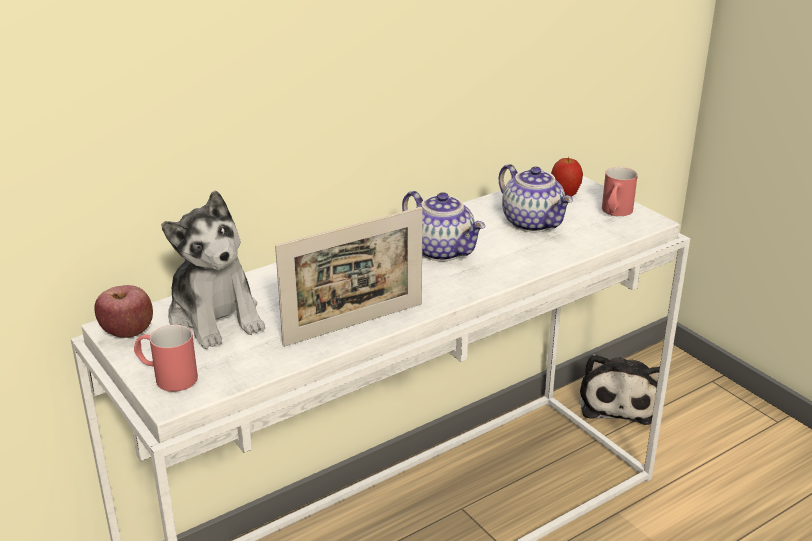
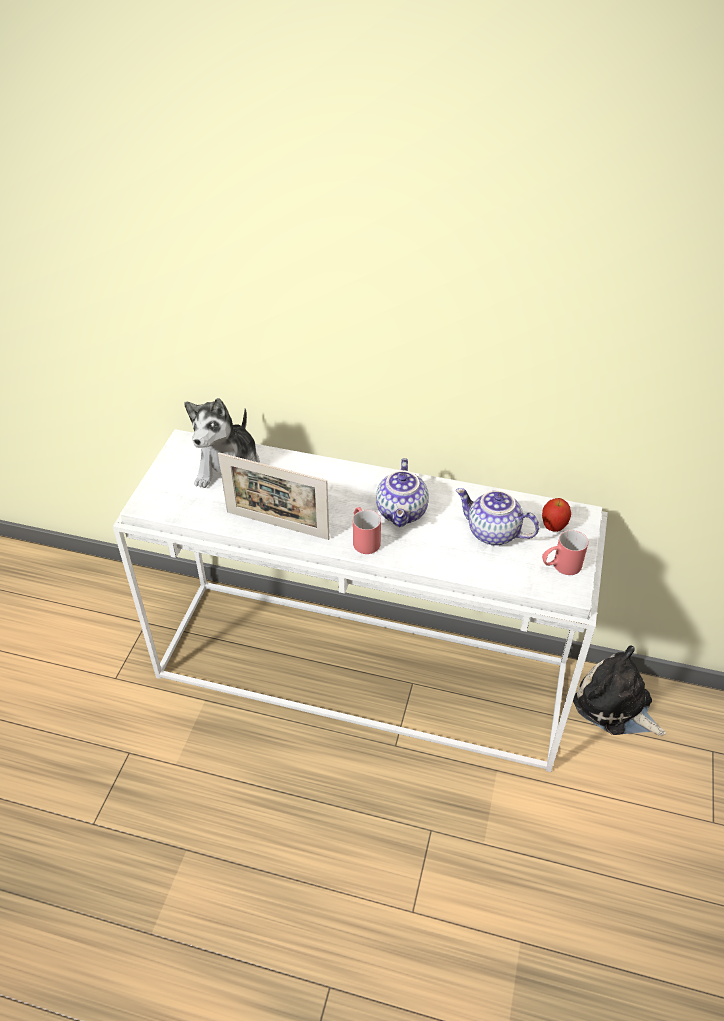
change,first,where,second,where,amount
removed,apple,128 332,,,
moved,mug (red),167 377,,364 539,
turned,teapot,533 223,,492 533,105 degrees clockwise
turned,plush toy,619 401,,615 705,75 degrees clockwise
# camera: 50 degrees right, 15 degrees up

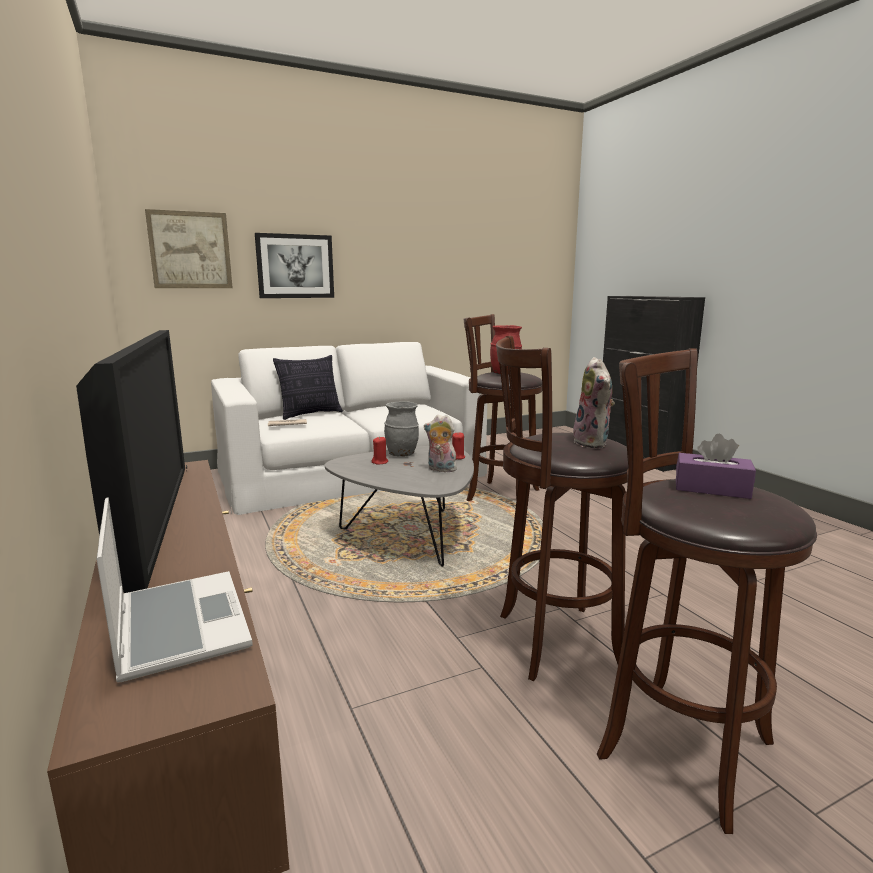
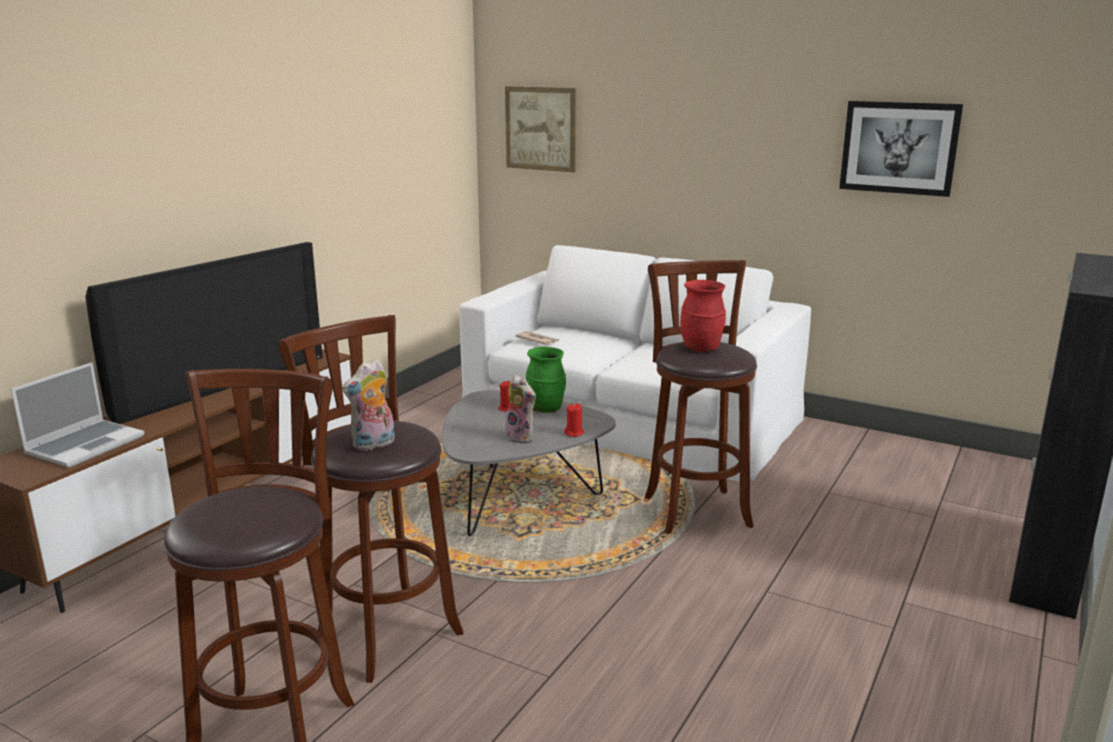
change,first,where,second,where,amount
removed,pillow,310 414,,,
removed,tissue box (purple),711 488,,,
moved,picture,295 266,,899 147,
recoloured,vase (grey),402 454,vase (green),546 409,
turned,plush toy,440 469,,522 437,150 degrees clockwise
# camera: 55 degrees right, 5 degrees up

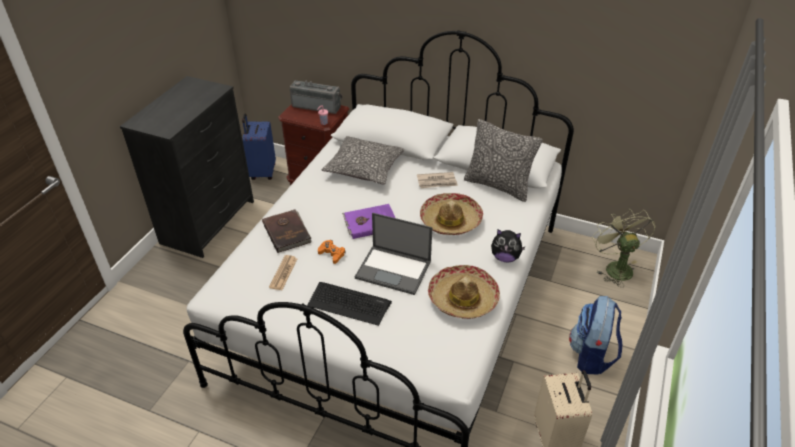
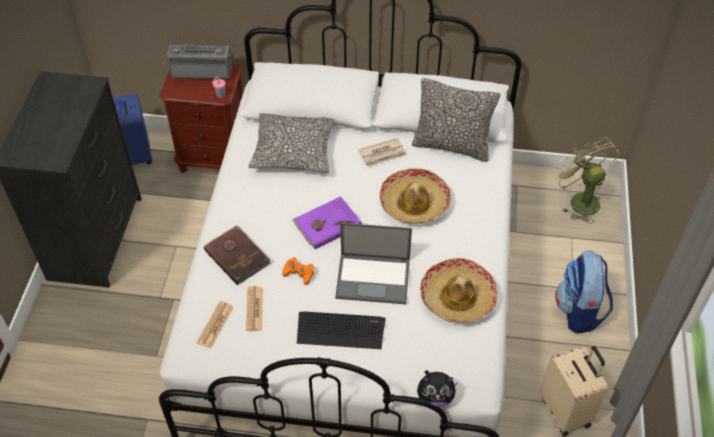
change,first,where,second,where,amount
added,,,newspaper,215 325,
moved,plush toy,505 257,,435 397,
# camera: 15 degrees left, 10 degrees up

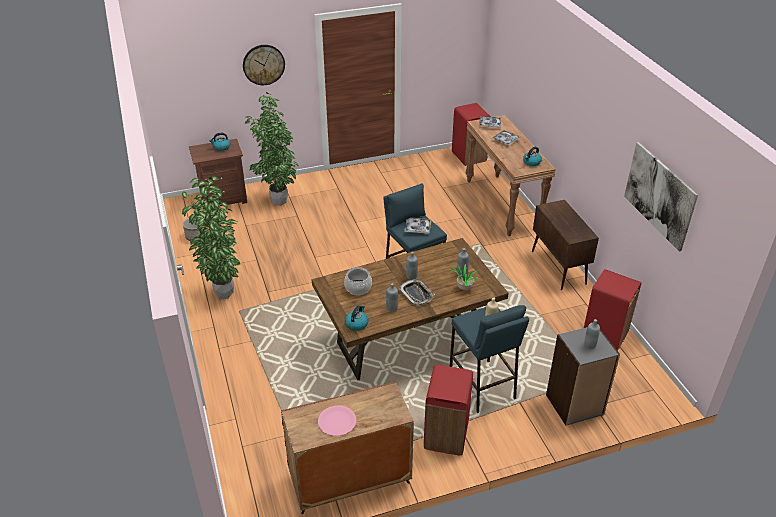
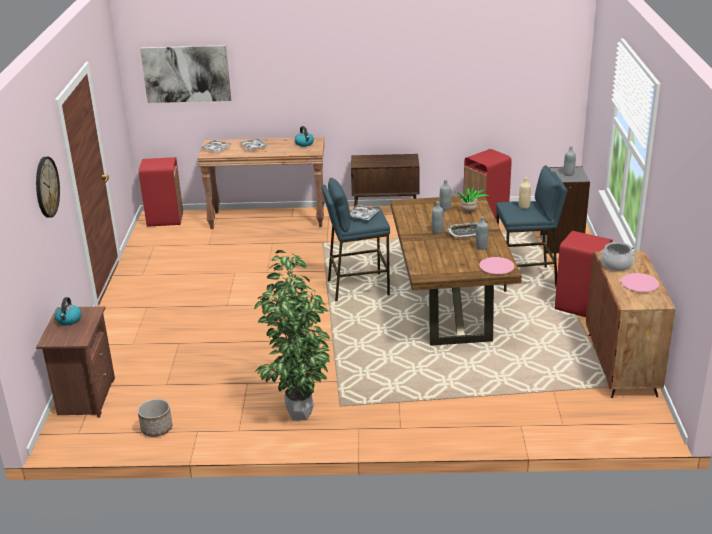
change,first,where,second,where,amount
removed,potted plant,277 202,,,
moved,cooking pot,358 287,,616 265,
moved,picture,659 195,,186 74,
replaced,kettle,357 324,plate (pink),496 267,
# camera: 70 degrees left, 10 degrees down

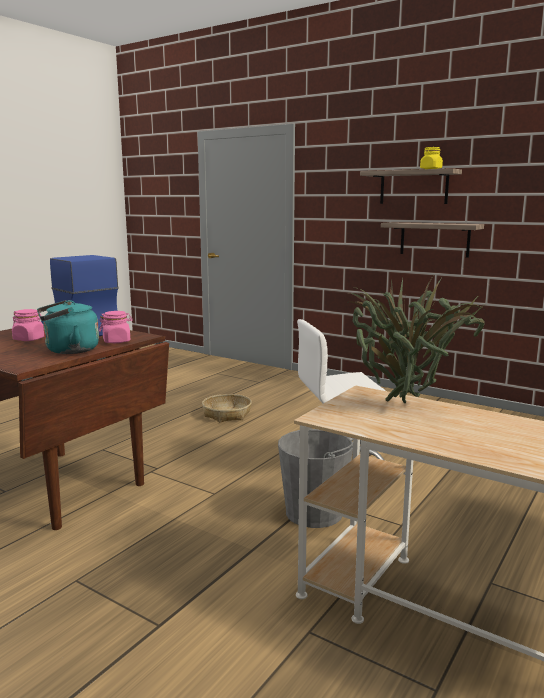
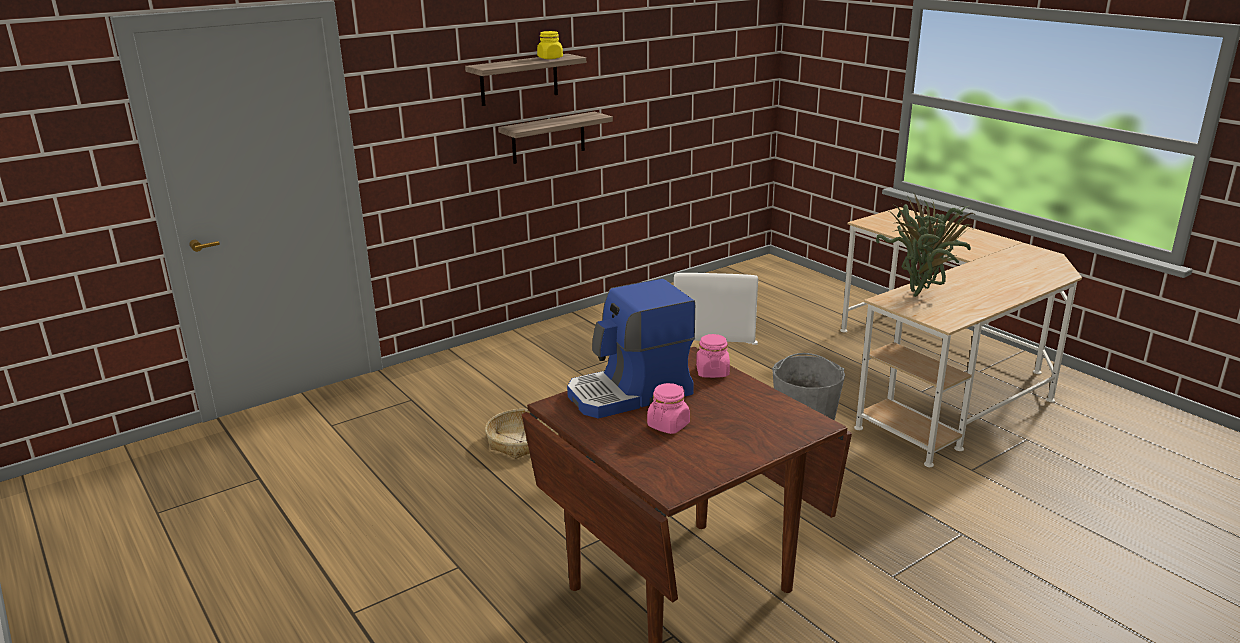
change,first,where,second,where,amount
removed,kettle (turquoise),69 350,,,
# camera: 70 degrees left, 10 degrees up

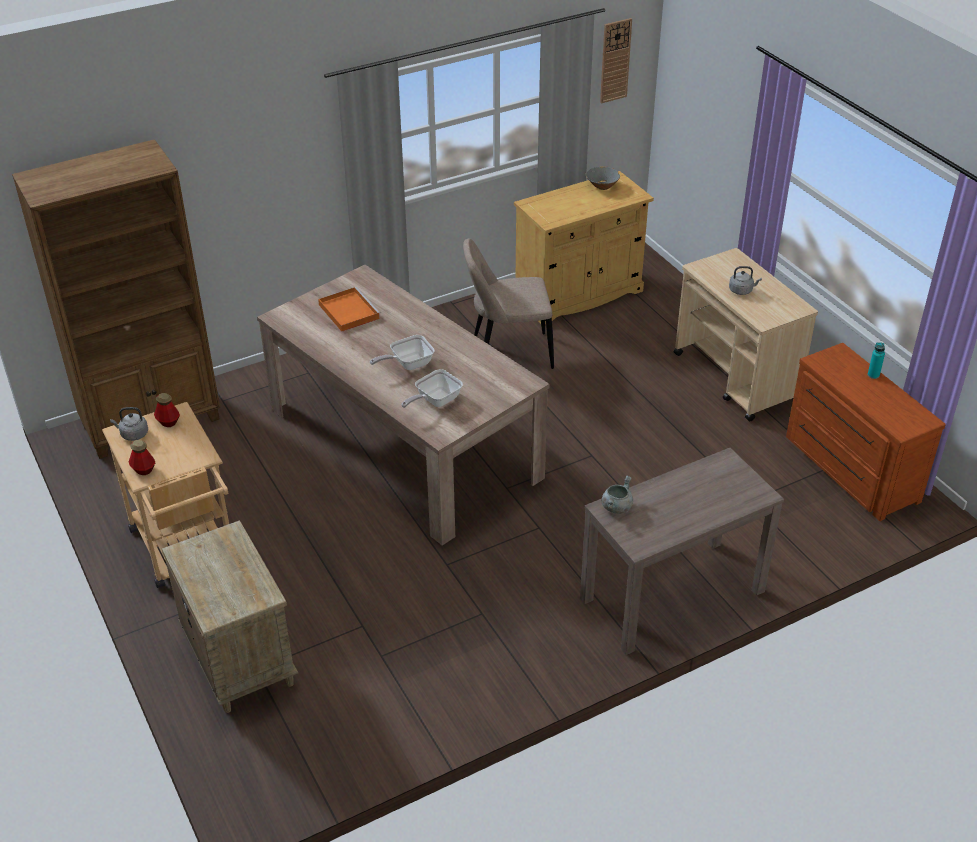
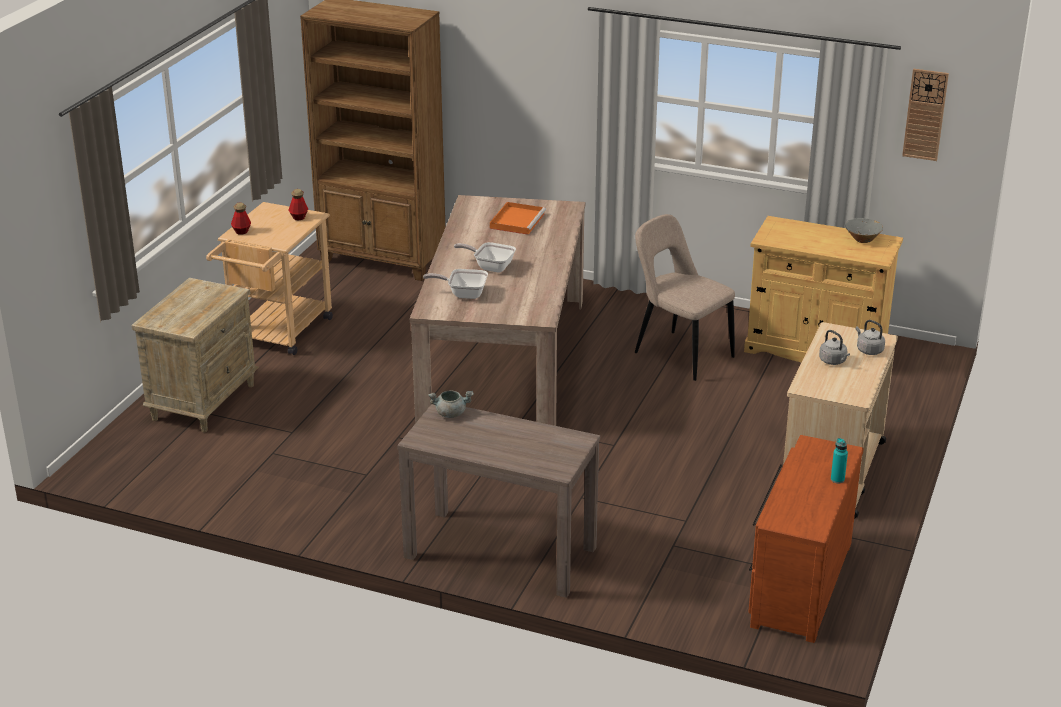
change,first,where,second,where,amount
moved,kettle (grey),133 434,,868 350,
# camera: 50 degrees right, 10 degrees down

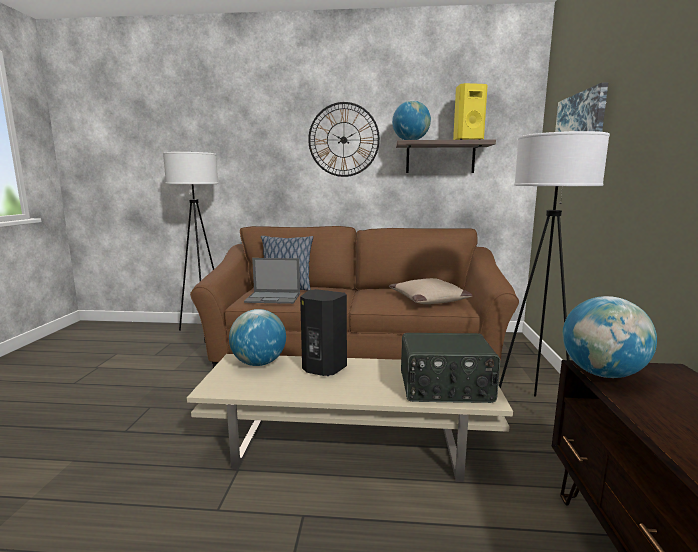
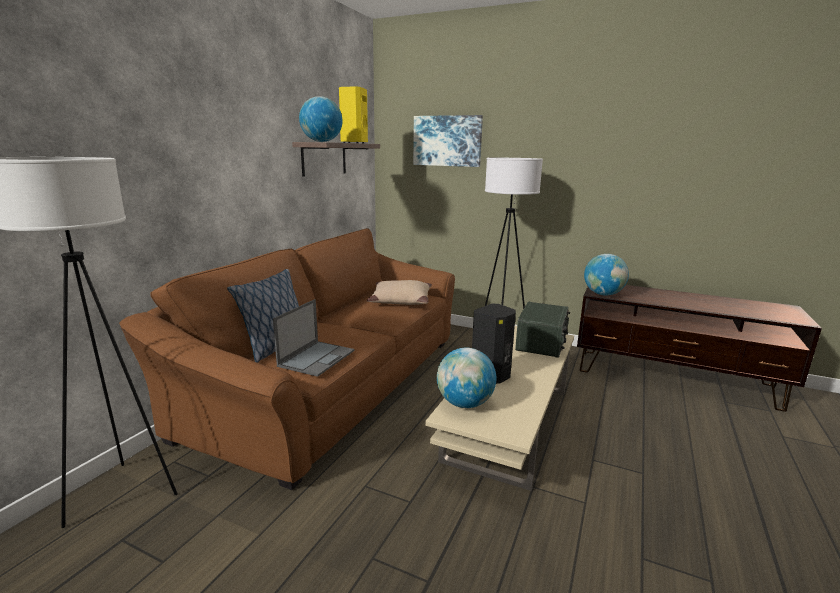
change,first,where,second,where,amount
removed,wall clock,343 140,,,
# camera: 70 degrees left, 5 degrees up

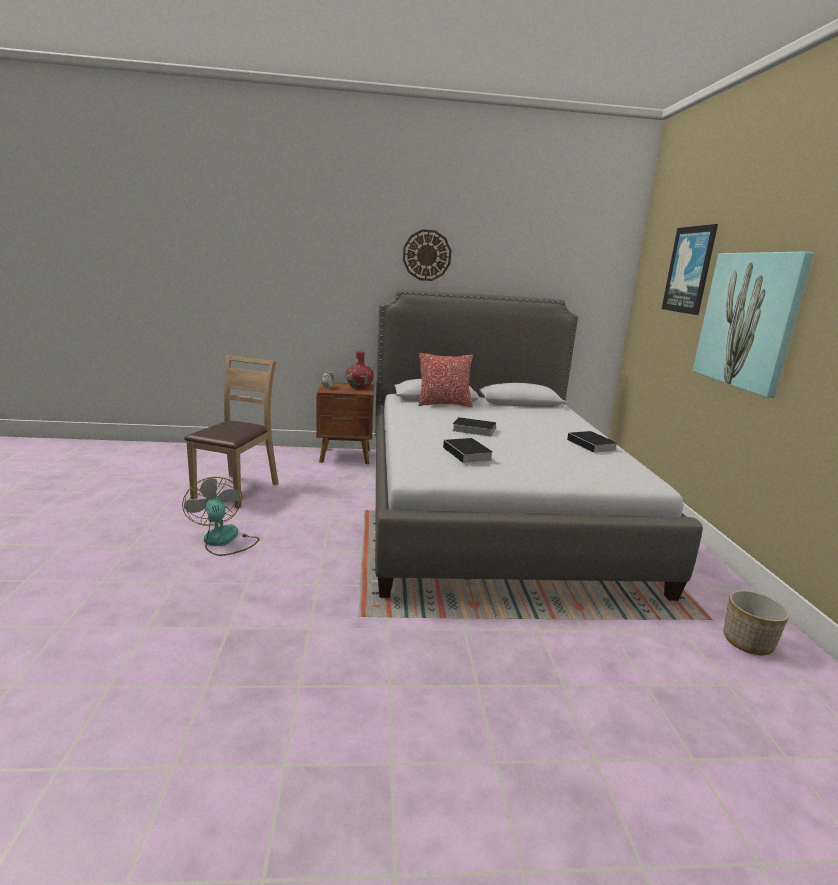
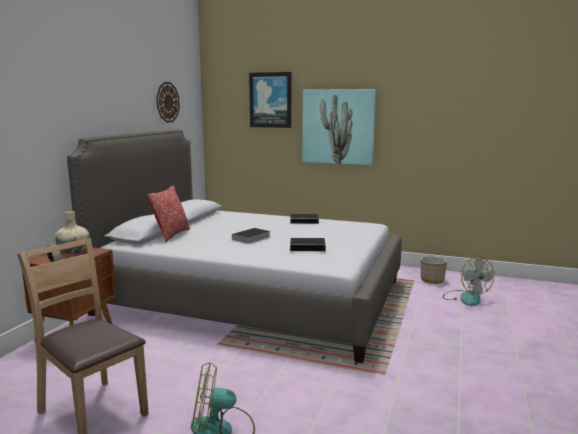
change,first,where,second,where,amount
added,,,fan,465 298,
moved,wall clock,427 255,,167 102,
recoloured,vase (red),359 387,vase (beige),73 250,
# camera: 65 degrees left, 5 degrees down

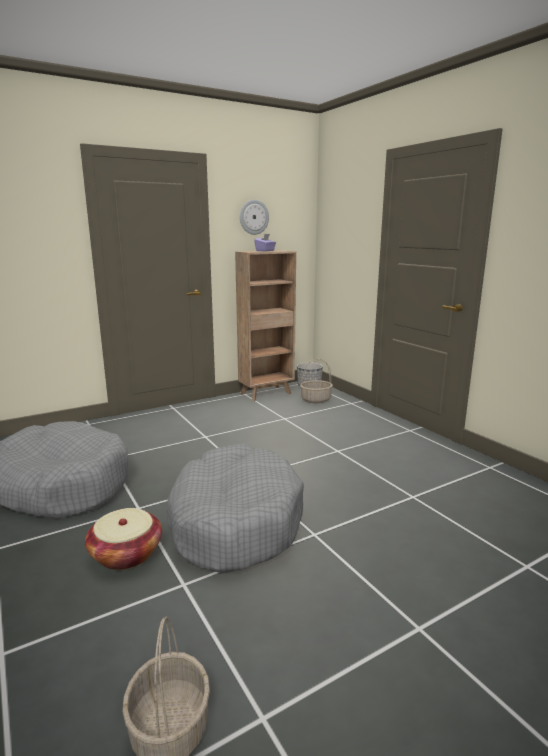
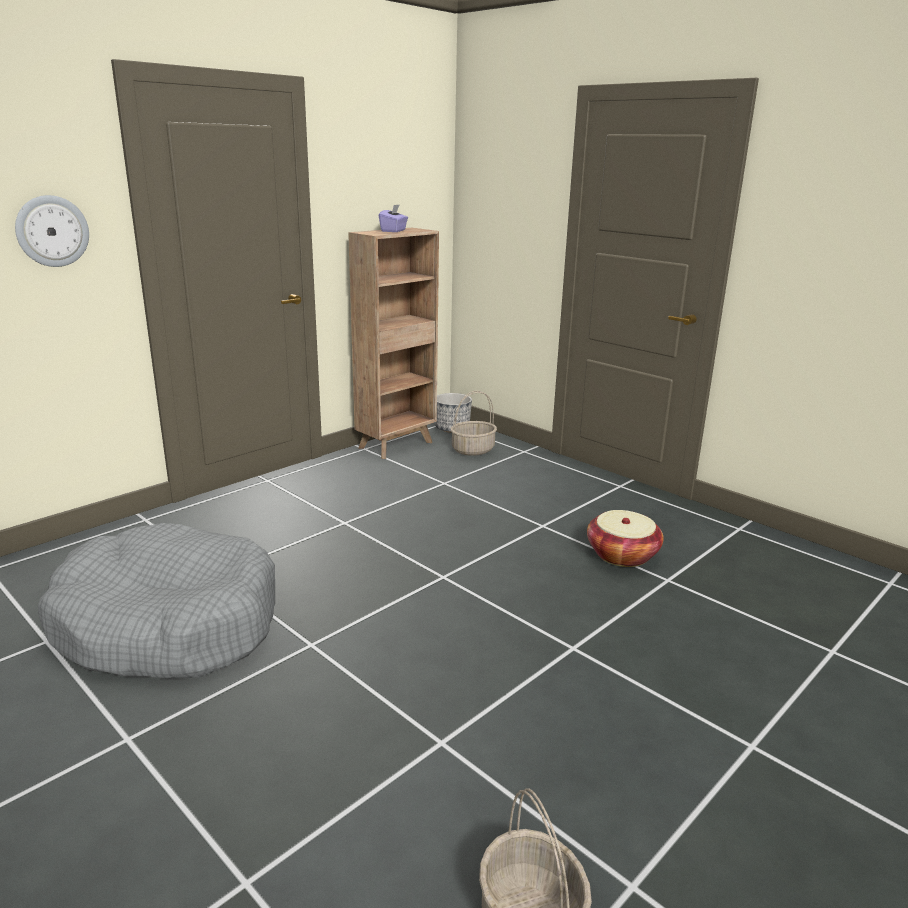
change,first,where,second,where,amount
removed,dog bed (grey),234 521,,,
moved,basket,126 554,,622 555,
moved,wall clock,253 217,,52 231,
# camera: 15 degrees left, 5 degrees up

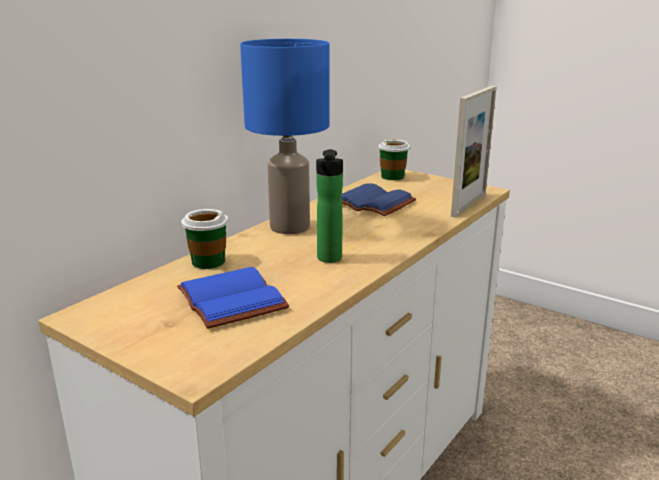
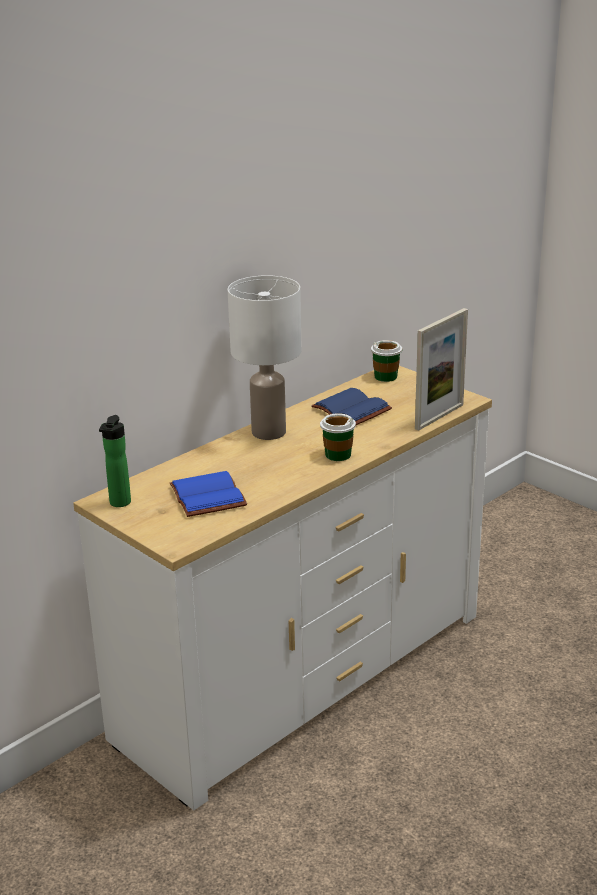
change,first,where,second,where,amount
moved,cup,208 262,,338 455,
moved,bottle,329 259,,119 504,
recoloured,table lamp (blue),291 226,table lamp (white),270 432,
# camera: 10 degrees right, 5 degrees up

